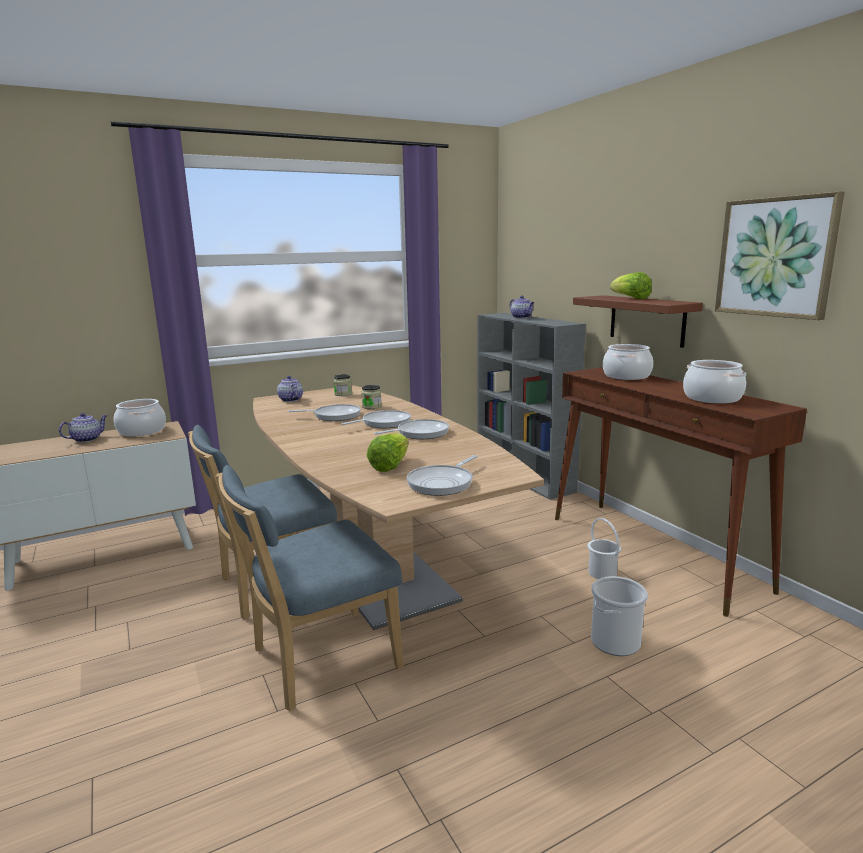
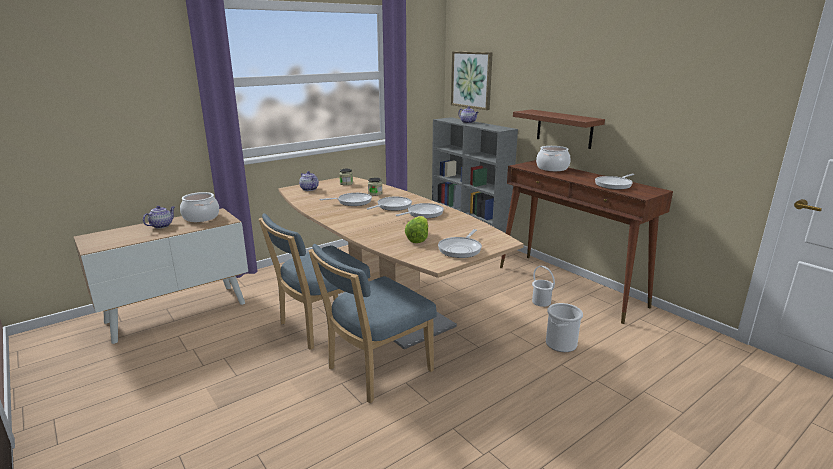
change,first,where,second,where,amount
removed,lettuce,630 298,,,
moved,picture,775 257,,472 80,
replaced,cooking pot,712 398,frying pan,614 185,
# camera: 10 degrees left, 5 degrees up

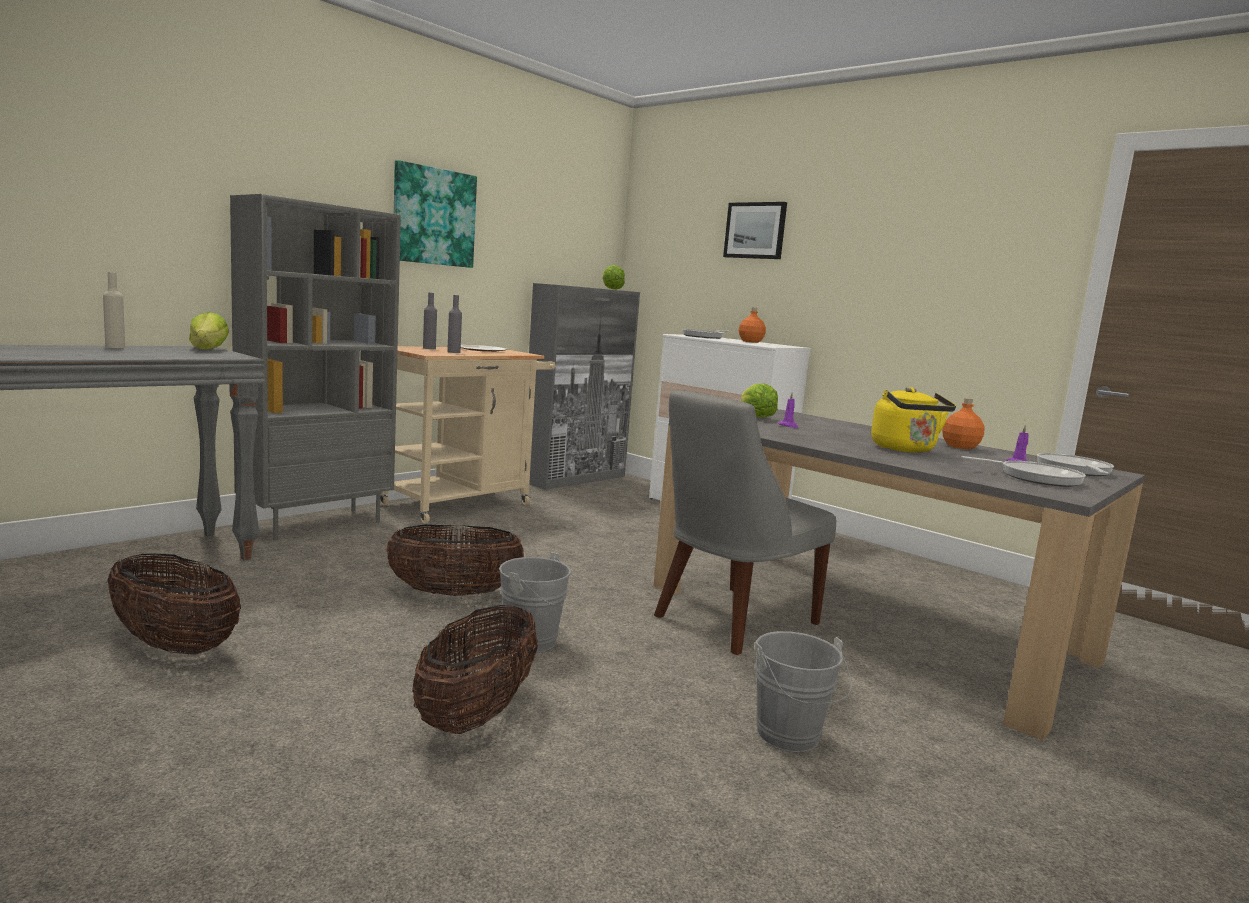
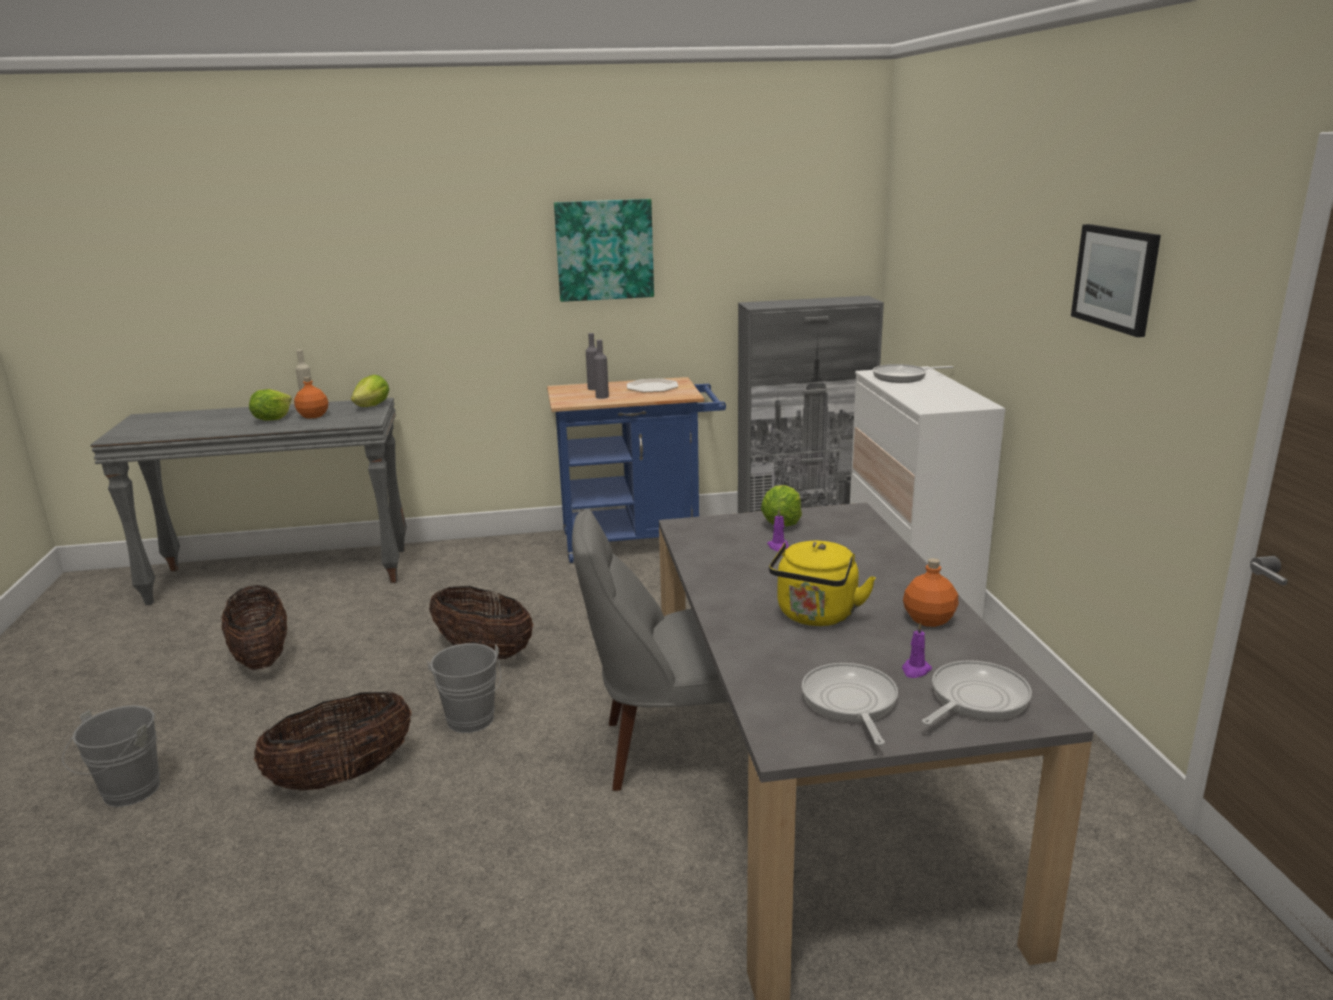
change,first,where,second,where,amount
removed,bookcase (grey),317 523,,,
moved,lettuce,611 289,,272 419,
moved,picture,755 230,,1116 278,
moved,bottle (orange),750 341,,313 415,
moved,bucket (grey),791 739,,126 794,
recoloured,cart (beige),464 503,cart (blue),639 541,
turned,frying pan,1035 478,,850 703,150 degrees counterclockwise
# camera: 40 degrees right, 10 degrees up

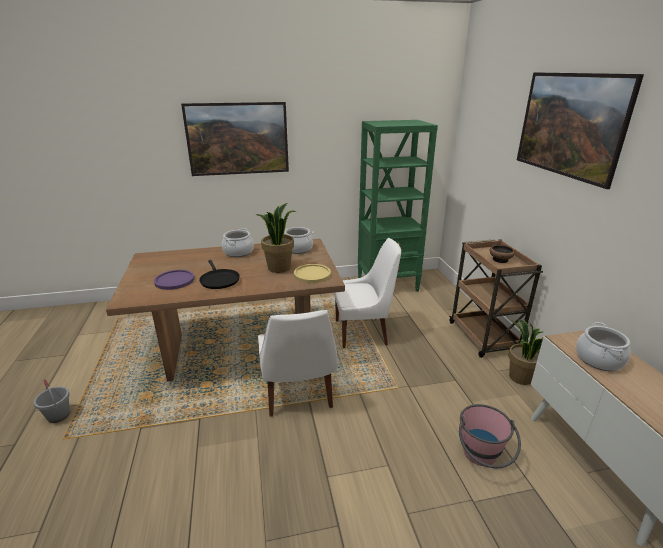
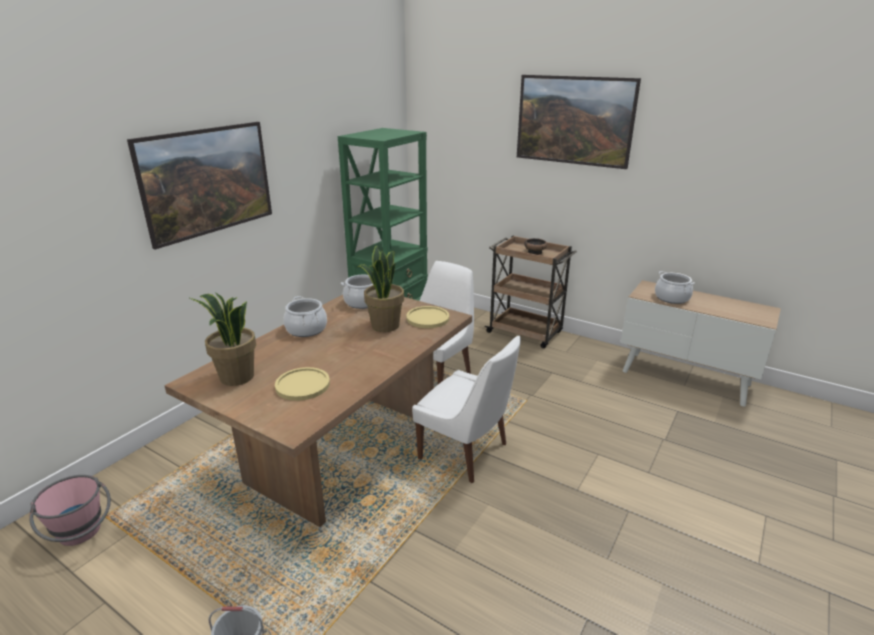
change,first,where,second,where,amount
removed,frying pan (black),219 280,,,
moved,bucket (pink),481 459,,82 536,
moved,potted plant,520 377,,236 377,
recoloured,plate (purple),174 280,plate (yellow),302 385,
# camera: 45 degrees left, 0 degrees up

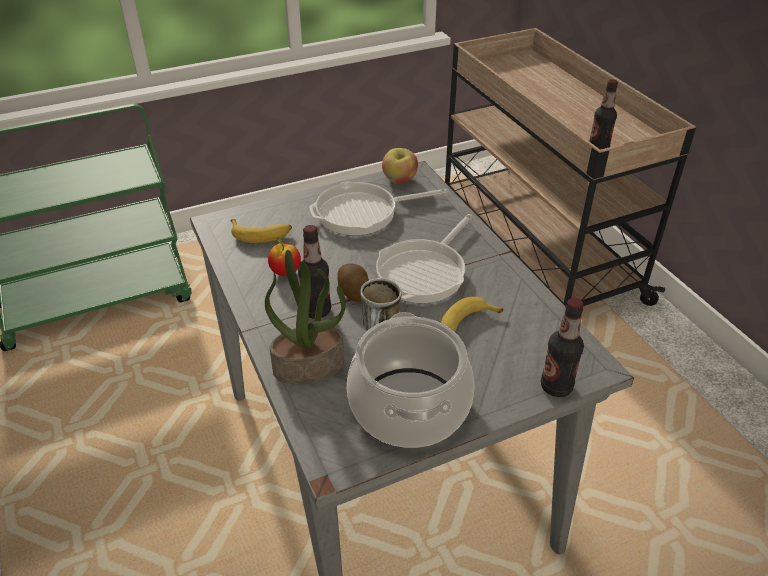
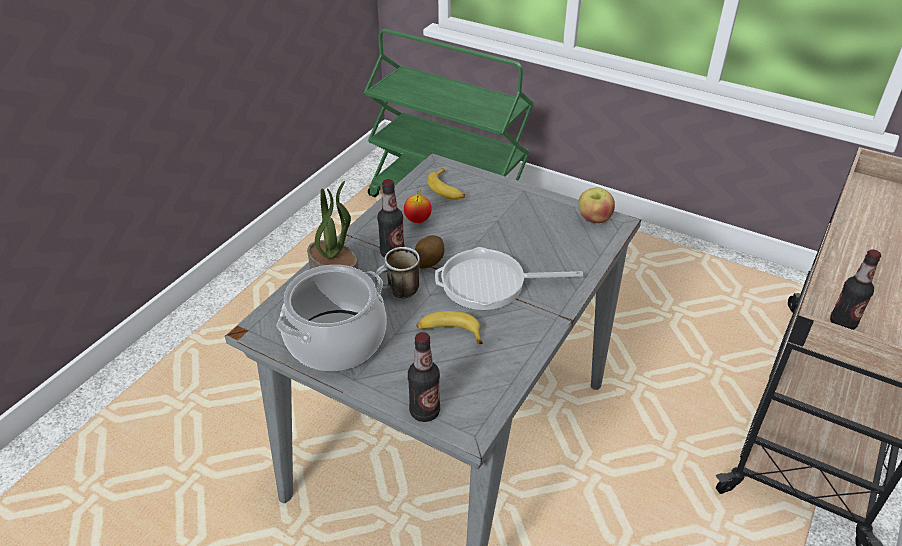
change,first,where,second,where,amount
removed,frying pan,362 213,,,
# camera: 55 degrees right, 0 degrees up

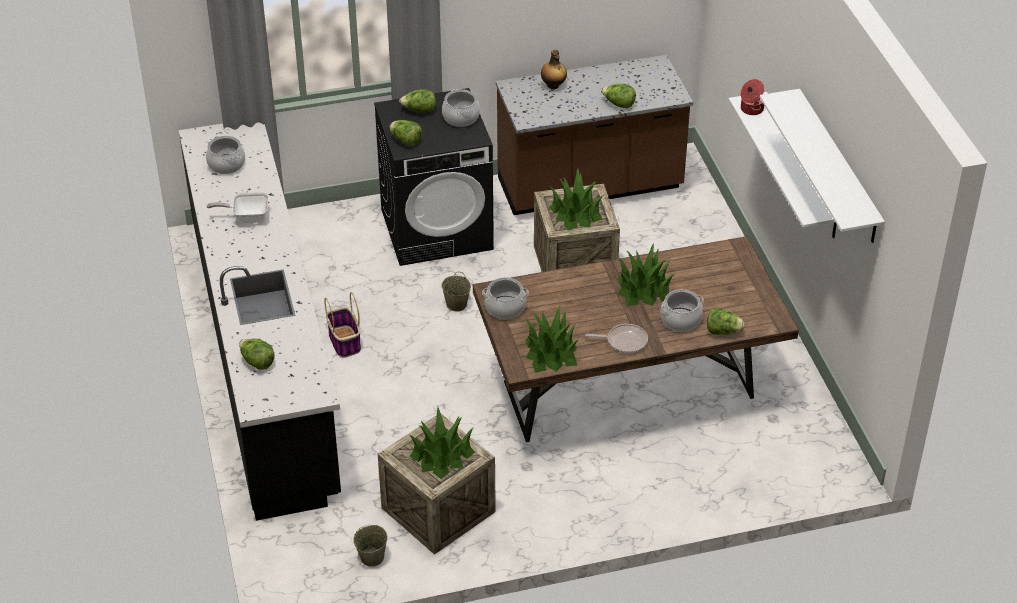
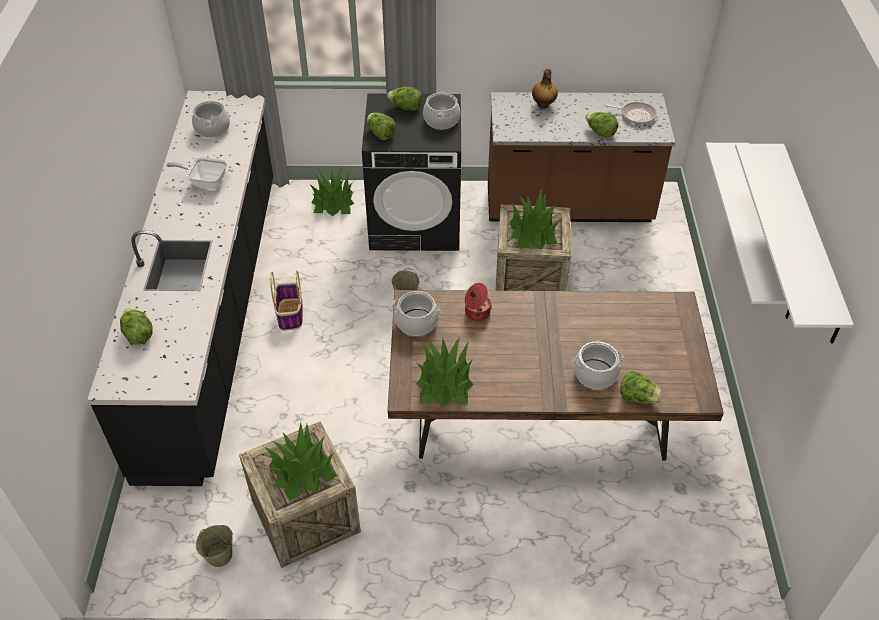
change,first,where,second,where,amount
moved,frying pan,624 341,,635 115,
moved,potted plant,643 289,,333 202,
moved,cooking pot,751 109,,476 312,
# camera: 15 degrees right, 5 degrees up

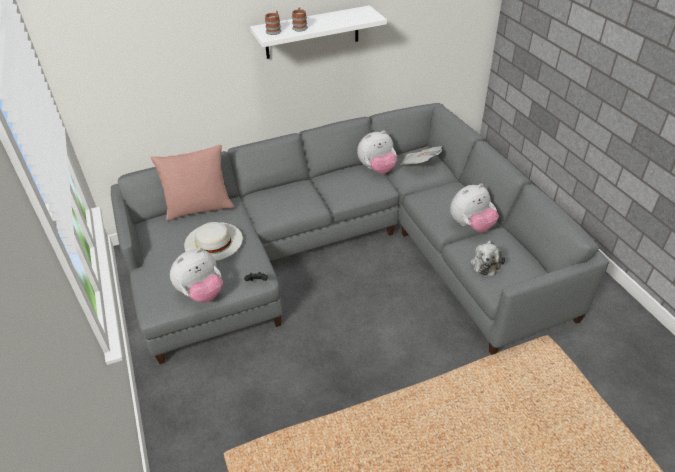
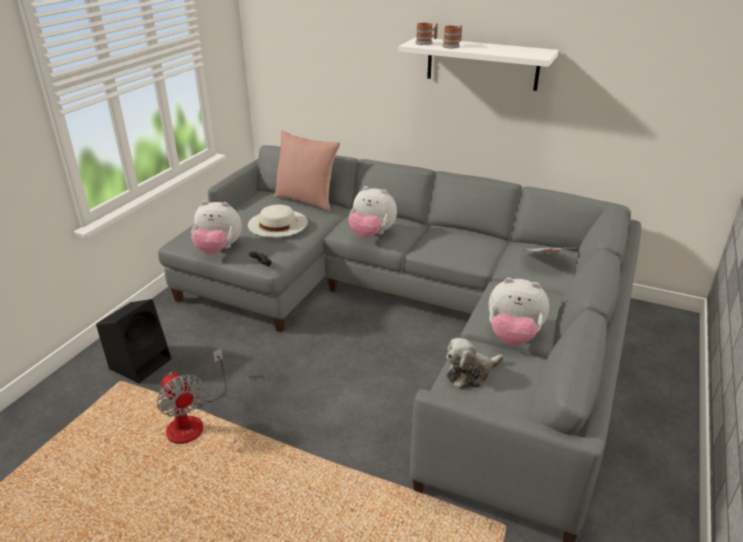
change,first,where,second,where,amount
added,,,speaker (black),141 363,
added,,,fan,192 421,
moved,plush toy,377 169,,371 234,
# camera: 45 degrees right, 10 degrees down

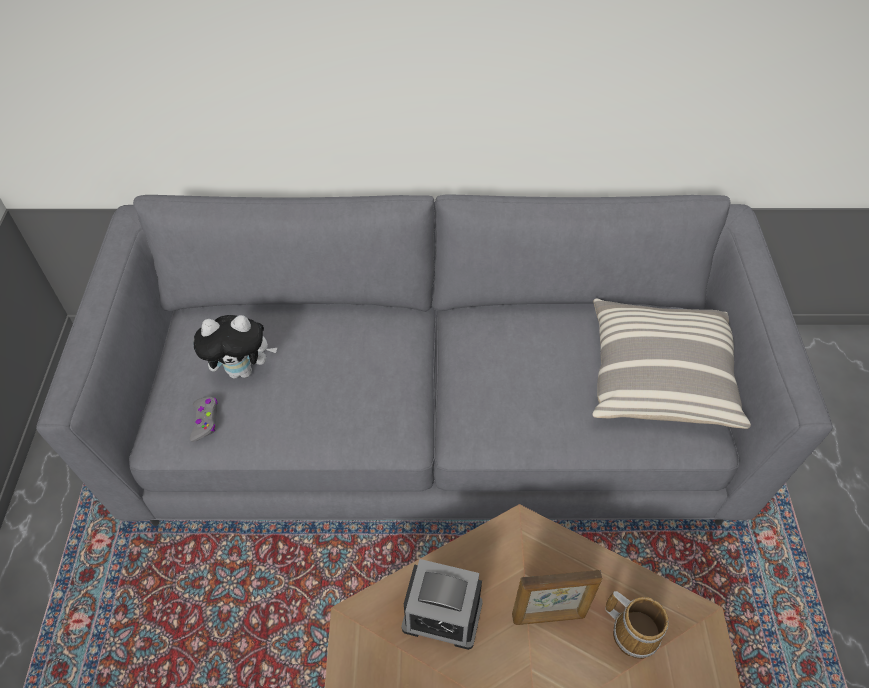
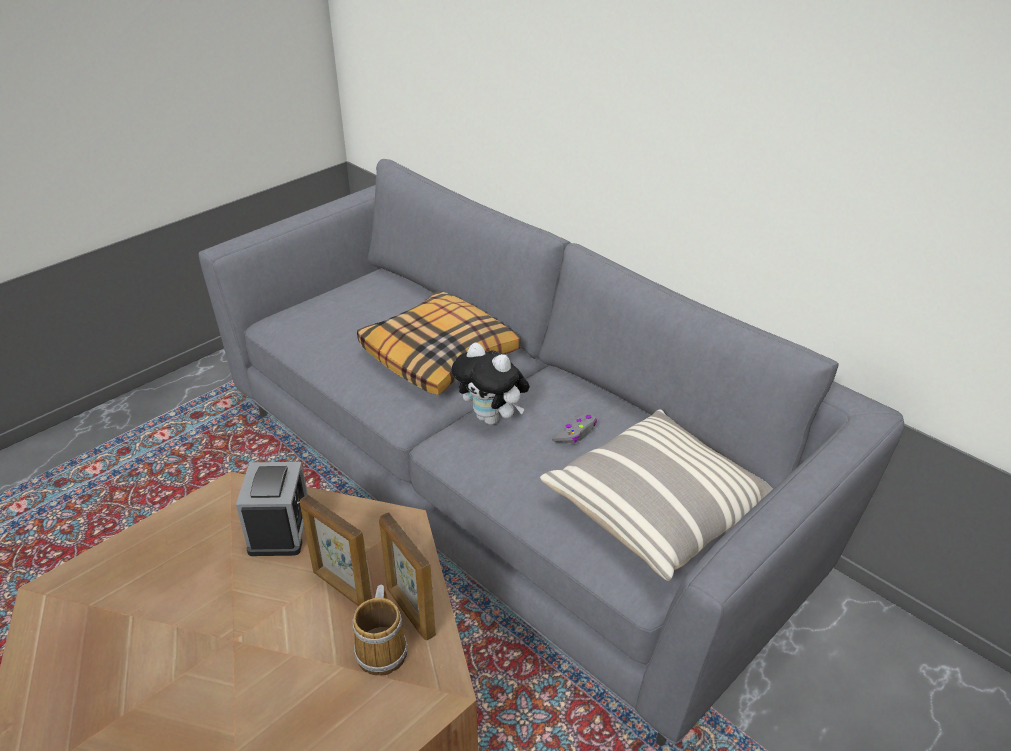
change,first,where,second,where,amount
added,,,pillow,440 355,
added,,,picture frame,410 612,
moved,game controller (grey),205 421,,575 433,
moved,plush toy,243 370,,492 418,
turned,alarm clock,442 615,,280 528,150 degrees counterclockwise
# camera: 45 degrees right, 15 degrees down

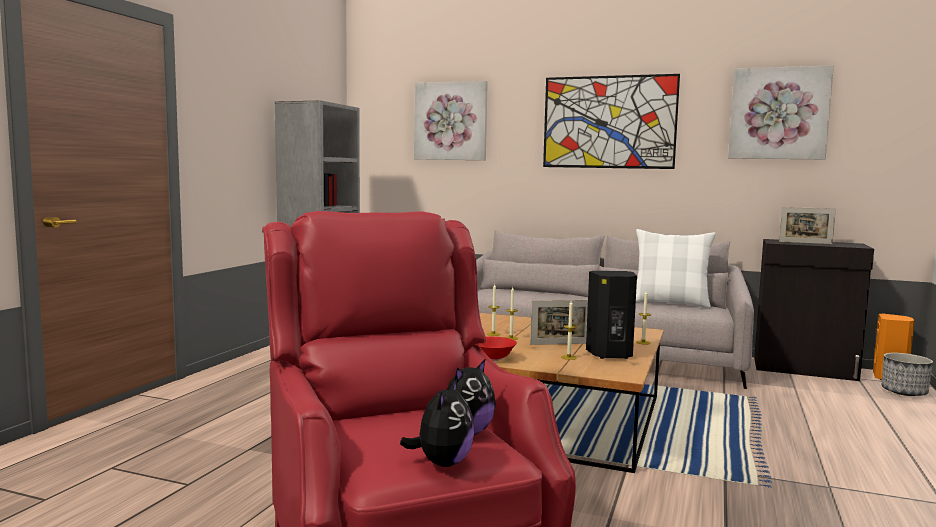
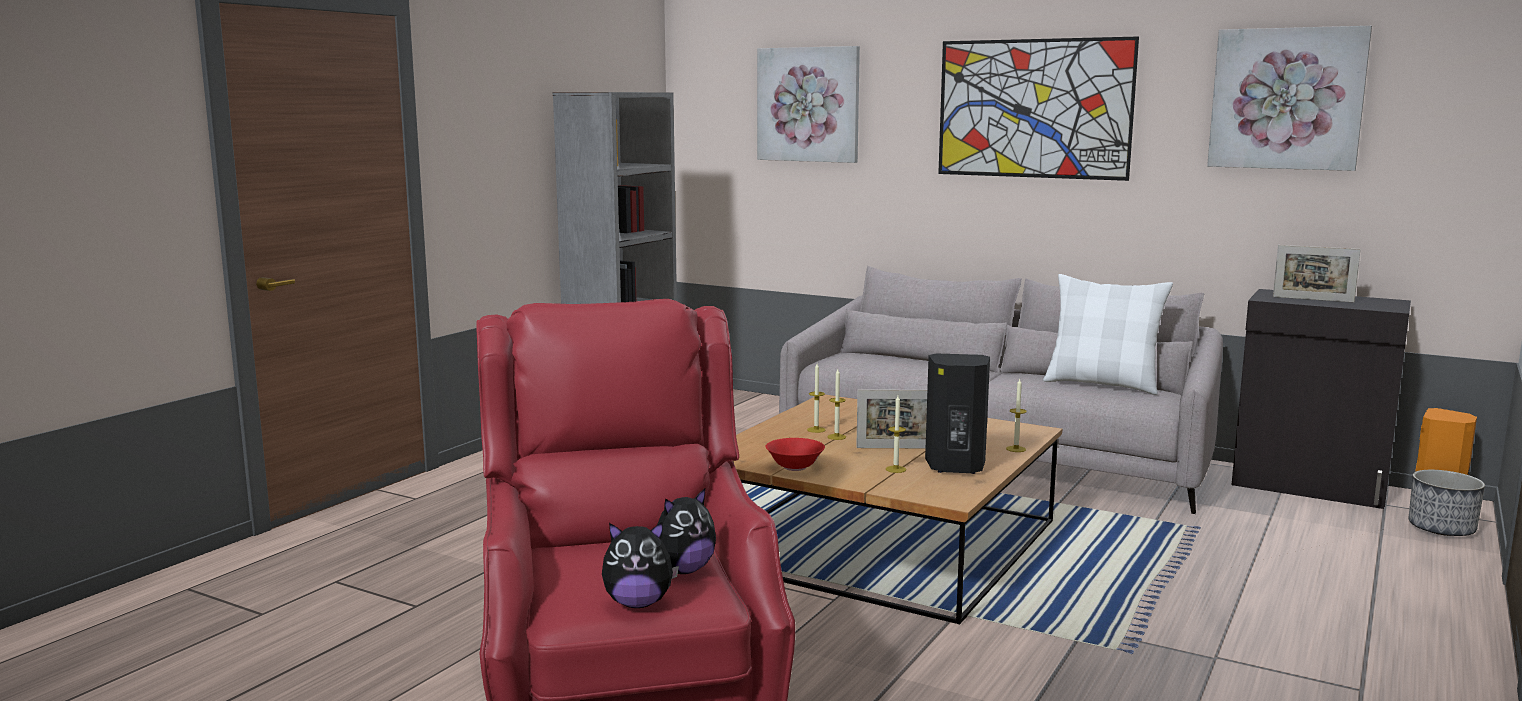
change,first,where,second,where,amount
turned,plush toy,442 463,,638 603,60 degrees clockwise
# camera: 10 degrees right, 5 degrees up

